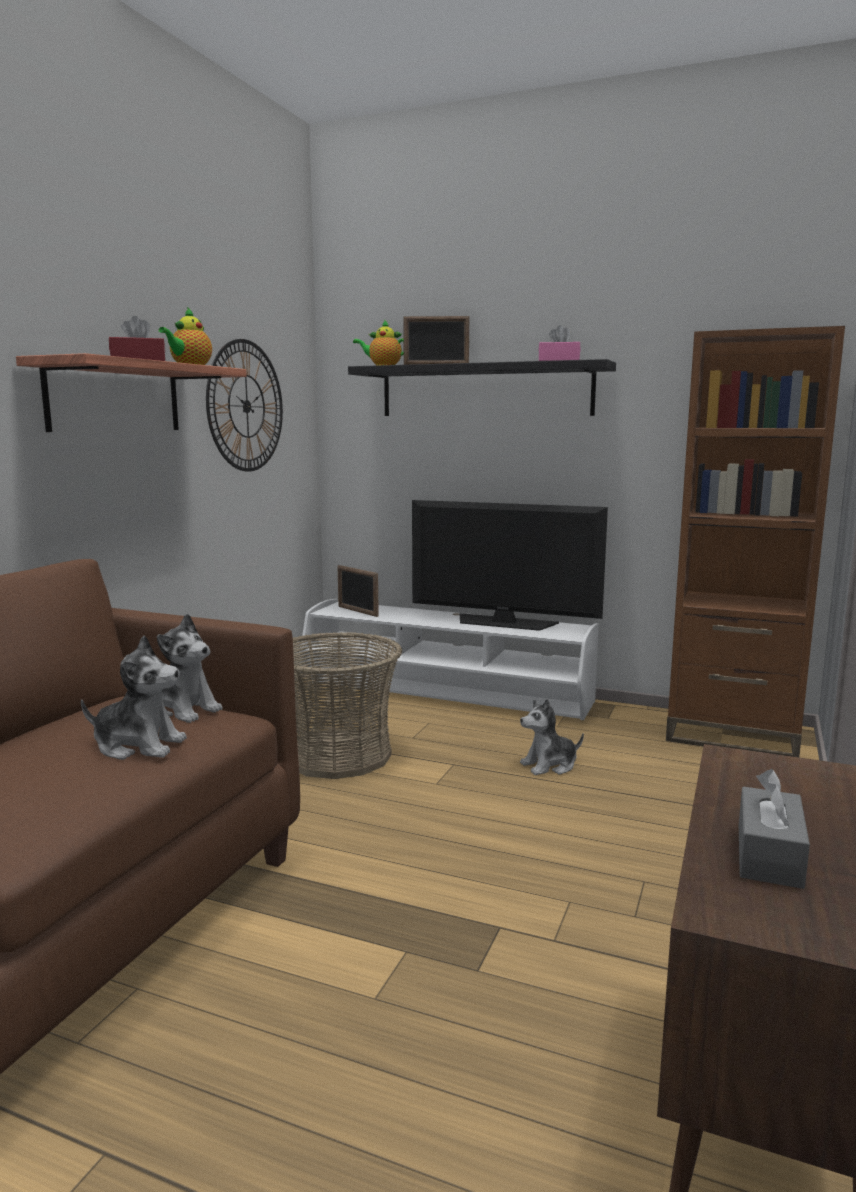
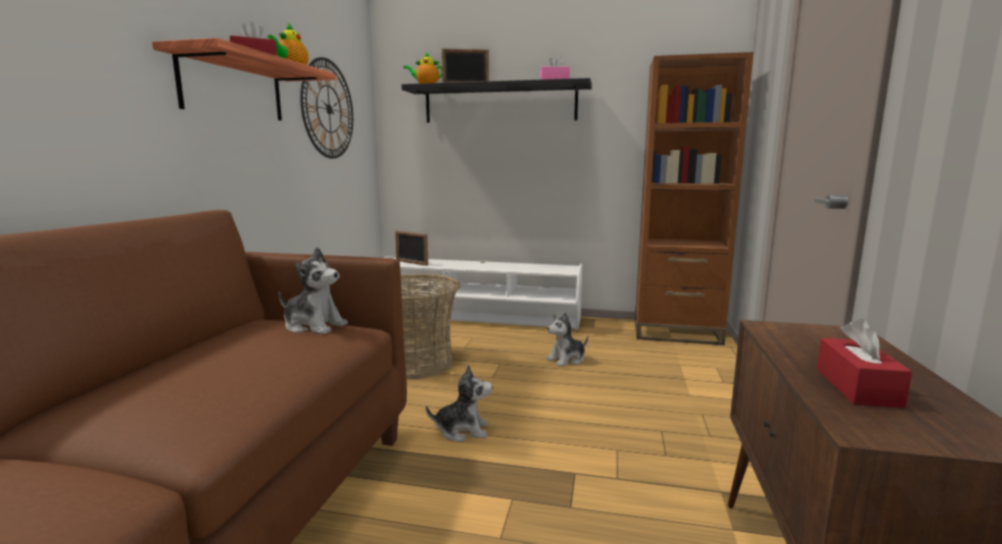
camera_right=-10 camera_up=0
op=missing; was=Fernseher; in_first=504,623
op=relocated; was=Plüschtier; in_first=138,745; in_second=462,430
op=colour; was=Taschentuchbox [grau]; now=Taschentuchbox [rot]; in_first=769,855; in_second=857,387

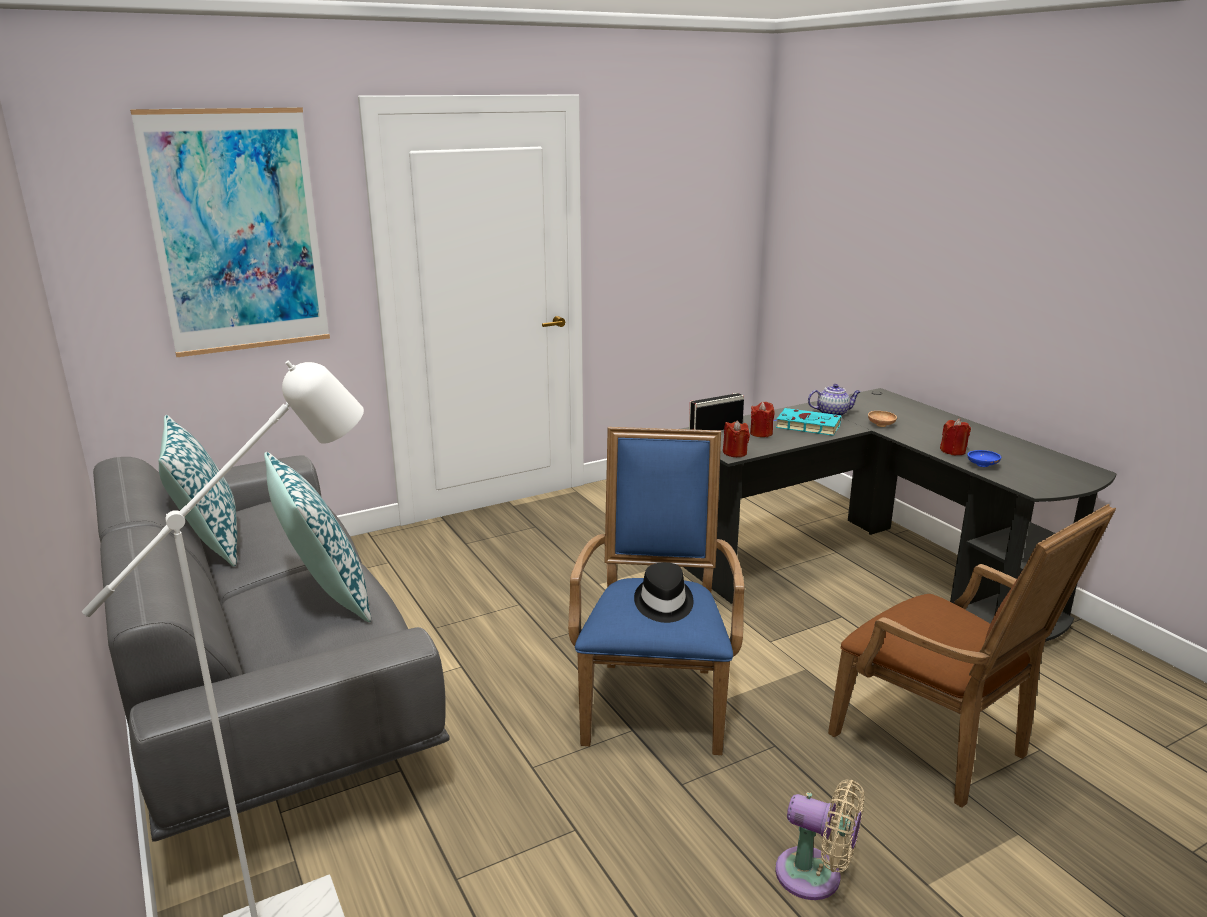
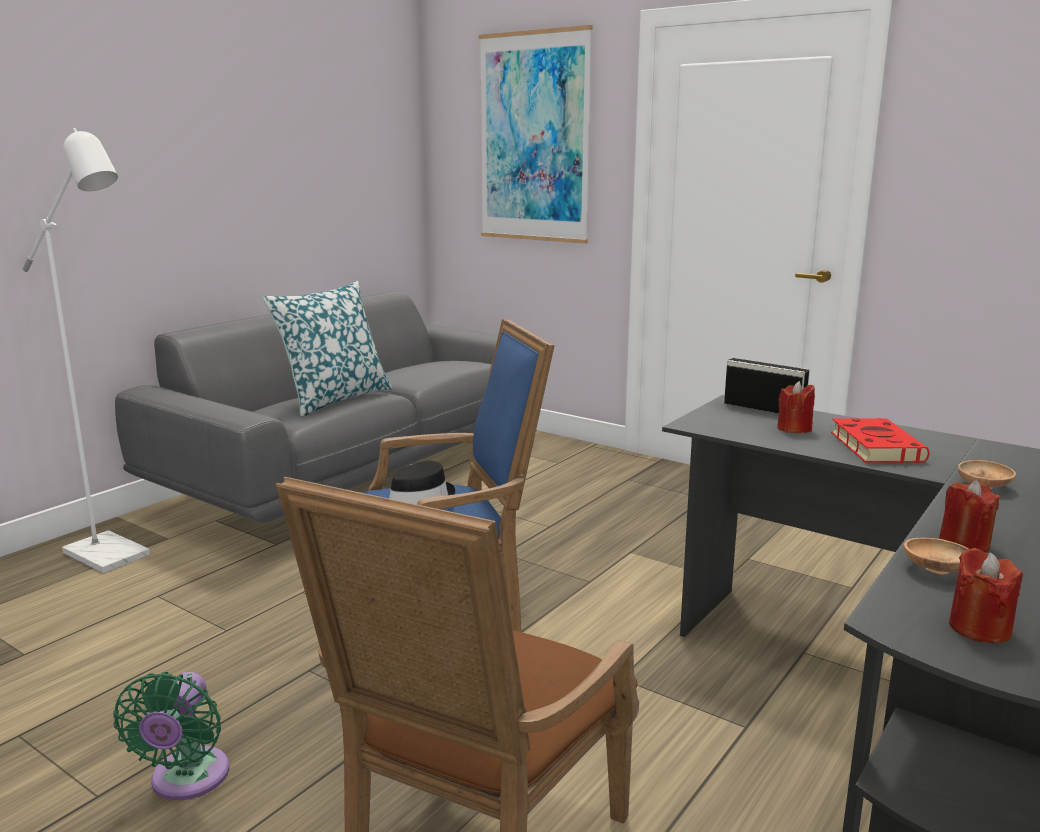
camera_right=65 camera_up=-5
op=missing; was=Kissen; in_first=209,542
op=missing; was=Teekanne; in_first=833,413
op=relocated; was=Kerze [rot]; in_first=735,453; in_second=979,628
op=colour; was=Buch [türkis]; now=Buch [rot]; in_first=806,426; in_second=874,446
op=colour; was=Ventilator [beige]; now=Ventilator [grün]; in_first=815,877; in_second=187,780
op=colour; was=Schüssel [blau]; now=Schüssel [braun]; in_first=982,465; in_second=935,570

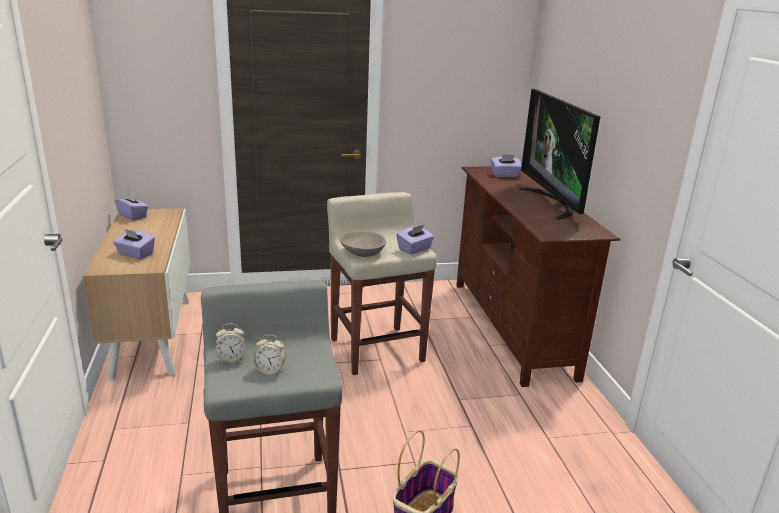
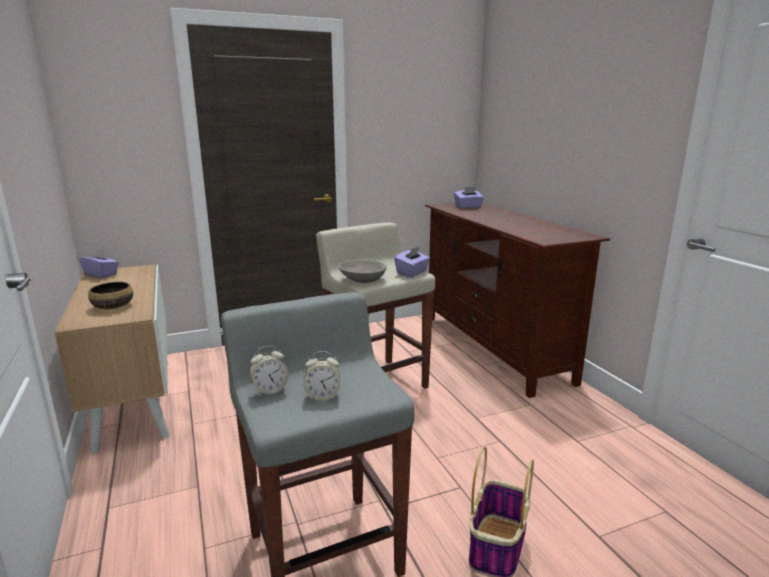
camera_right=-10 camera_up=-5
op=missing; was=Fernseher; in_first=552,203
op=exchanged; was=Taschentuchbox [lila]; now=Schüssel; in_first=135,254; in_second=113,306

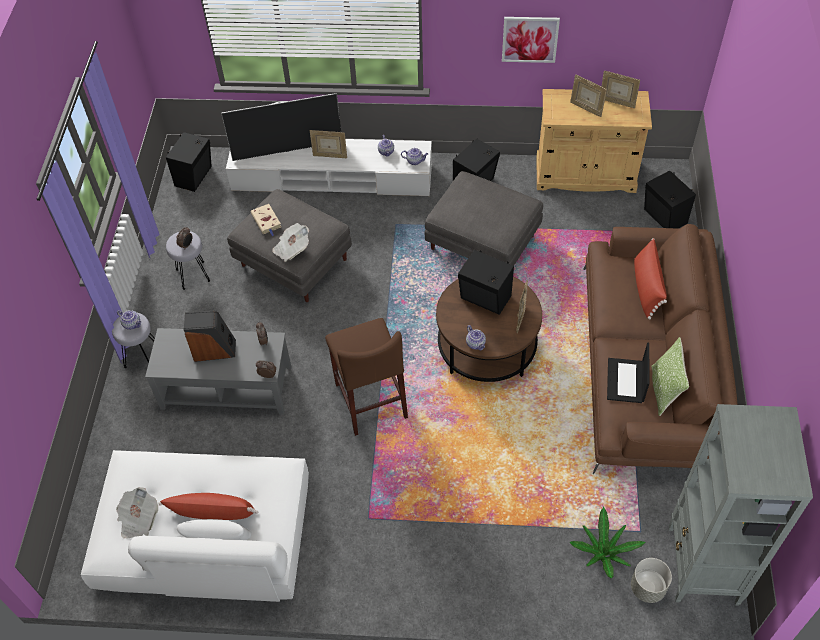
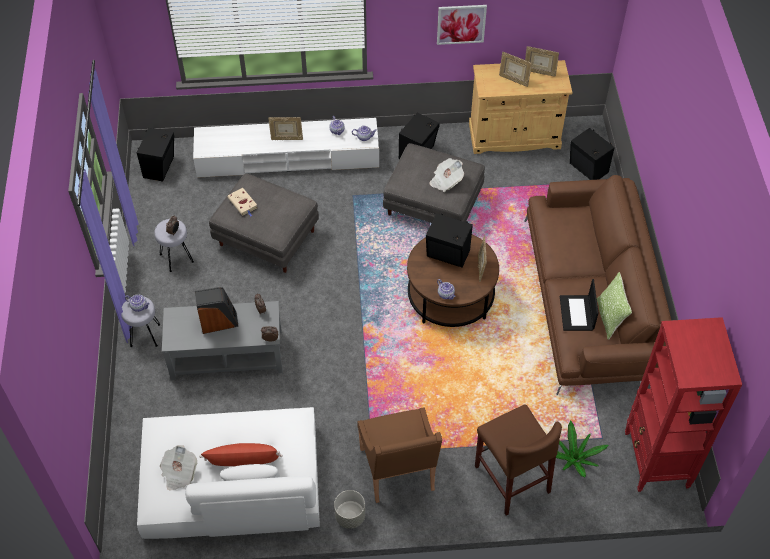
camera_right=-10 camera_up=0
op=missing; was=Fernseher; in_first=287,150
op=missing; was=Kissen [rot]; in_first=646,288
op=appeared; now=Sessel [braun]; in_second=398,471
op=relocated; was=Zeitung; in_first=292,249; in_second=446,181
op=relocated; was=Hocker [braun]; in_first=370,400; in_second=512,479
op=relocated; was=Pflanzkübel [grau]; in_first=647,588; in_second=350,516
op=colour; was=Bücherregal [grau]; now=Bücherregal [rot]; in_first=702,566; in_second=656,460

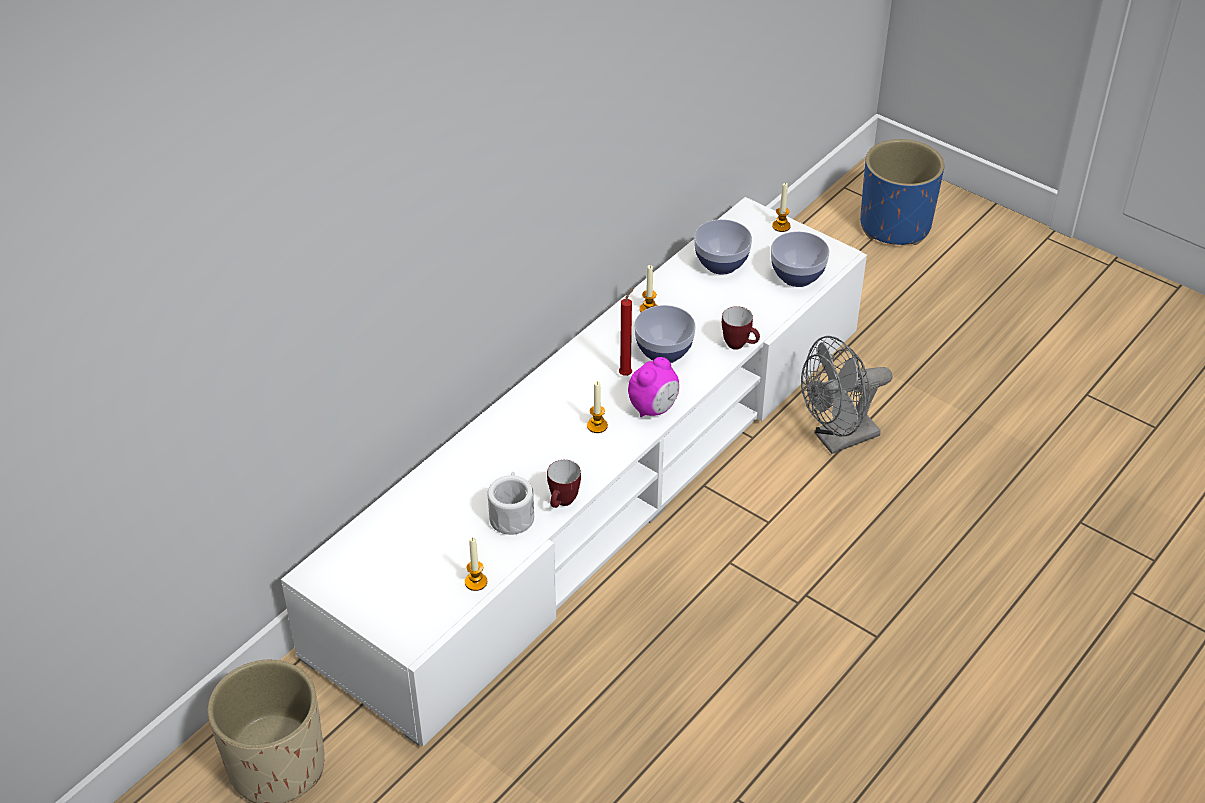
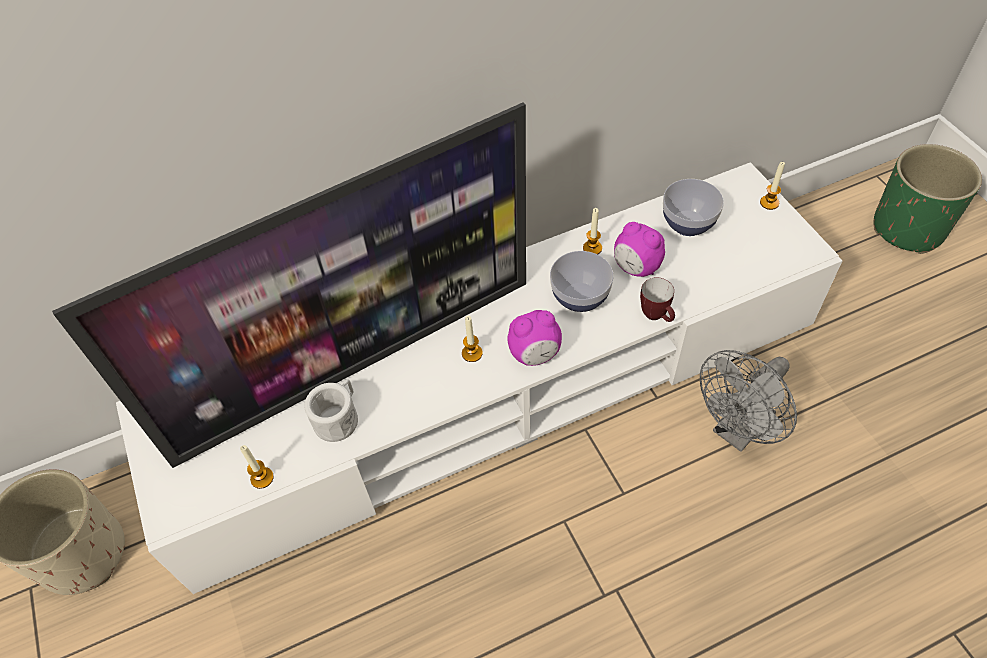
camera_right=30 camera_up=10
op=missing; was=Henkelbecher; in_first=563,503
op=missing; was=Kerze [rot]; in_first=627,374
op=missing; was=Schüssel; in_first=797,276
op=appeared; now=Fernseher; in_second=359,364
op=appeared; now=Wecker; in_second=636,268
op=colour; was=Pflanzkübel [blau]; now=Pflanzkübel [grün]; in_first=895,226; in_second=908,228
op=spun; was=Ventilator [grau]; in_first=838,439; in_second=738,431; clockwise=-45

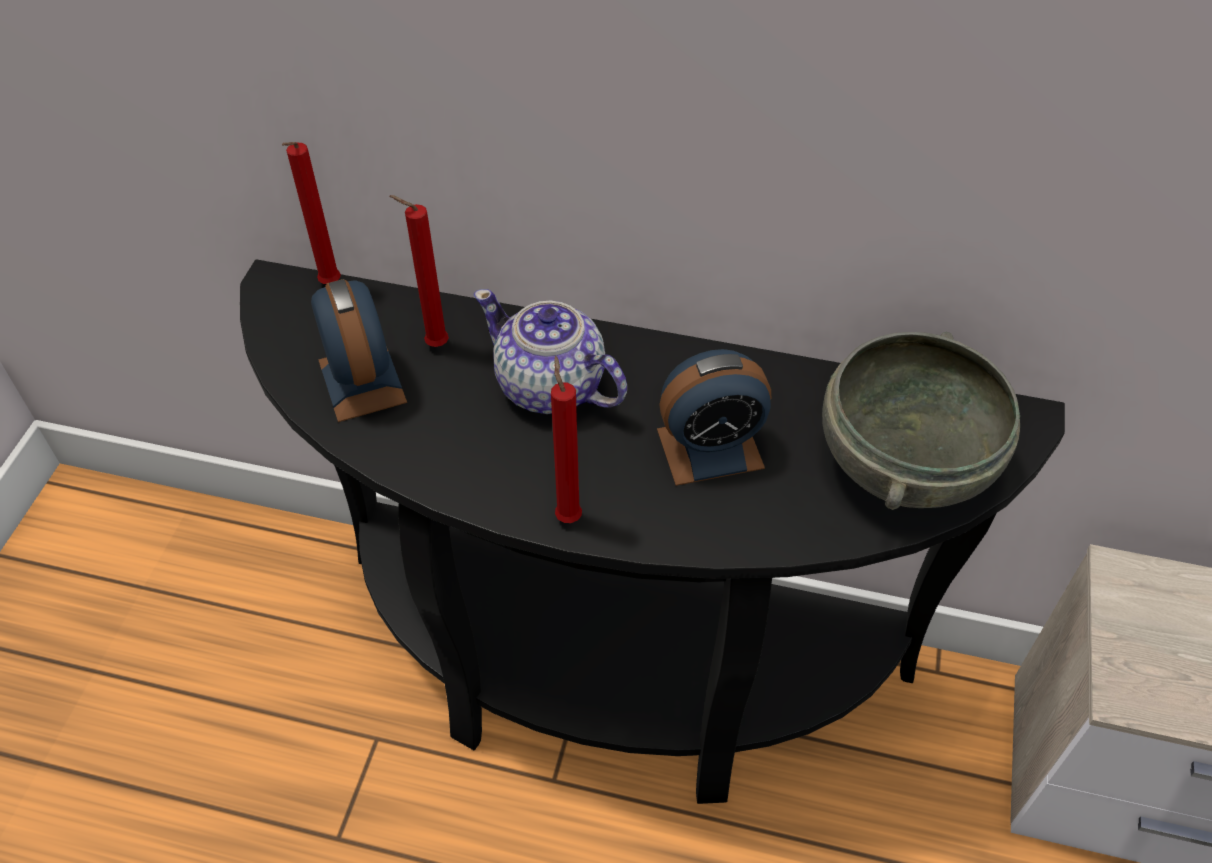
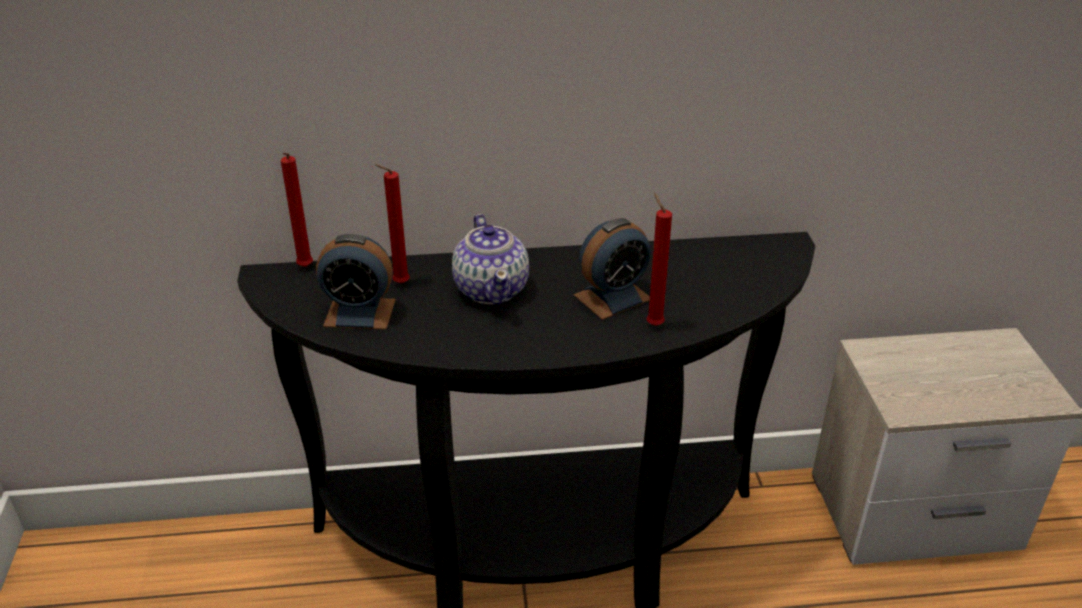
camera_right=-20 camera_up=-15
op=missing; was=Schüssel [grau]; in_first=901,463
op=relocated; was=Kerze [rot]; in_first=568,515; in_second=653,324
op=spun; was=Wecker; in_first=362,381; in_second=360,313; clockwise=135
op=spun; was=Teekanne; in_first=551,387; in_second=492,289; clockwise=-120

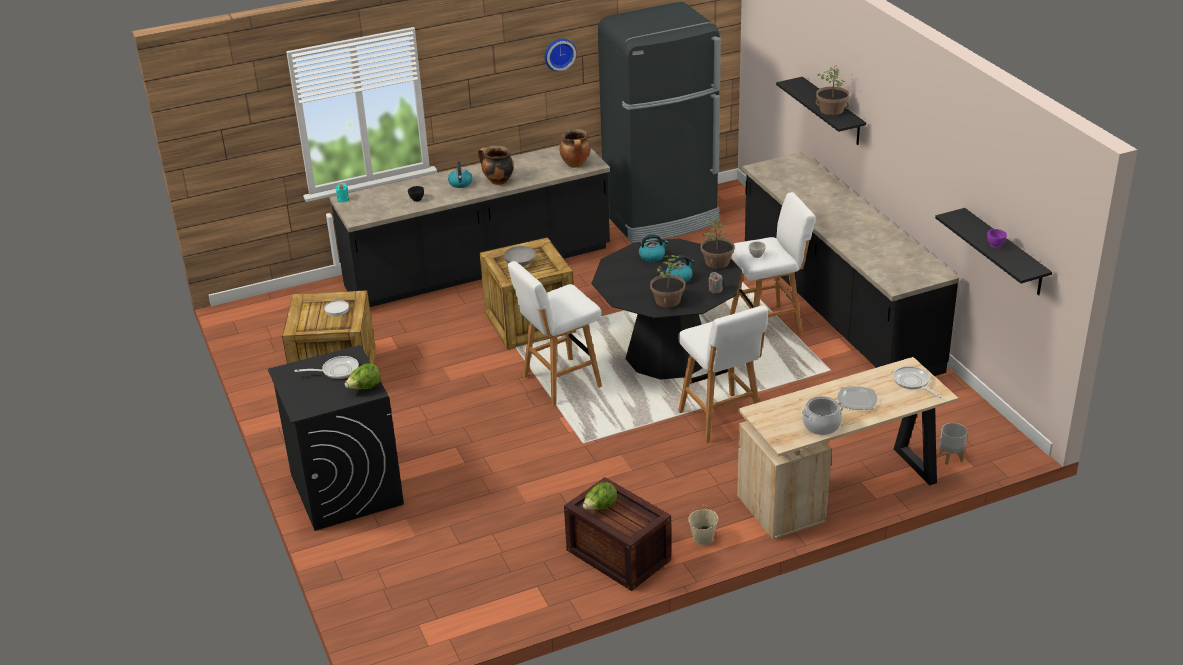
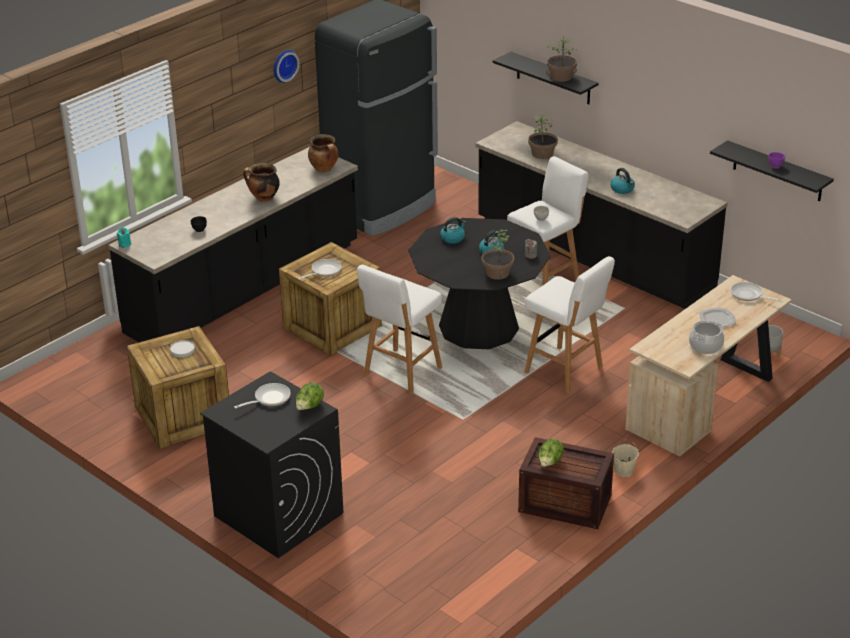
camera_right=-25 camera_up=0
op=relocated; was=Wasserkessel; in_first=460,183; in_second=622,189
op=relocated; was=Topfpflanze; in_first=717,262; in_second=542,154
op=exchanged; was=Schüssel [grau]; now=Pfanne; in_first=520,264; in_second=324,271

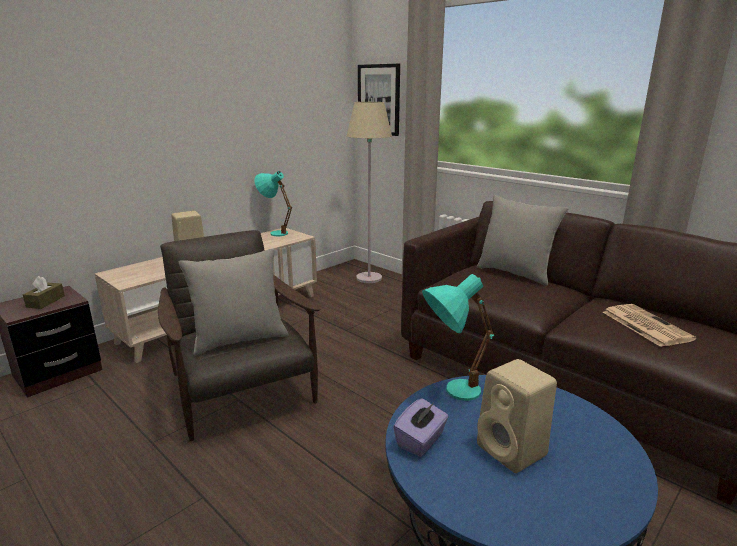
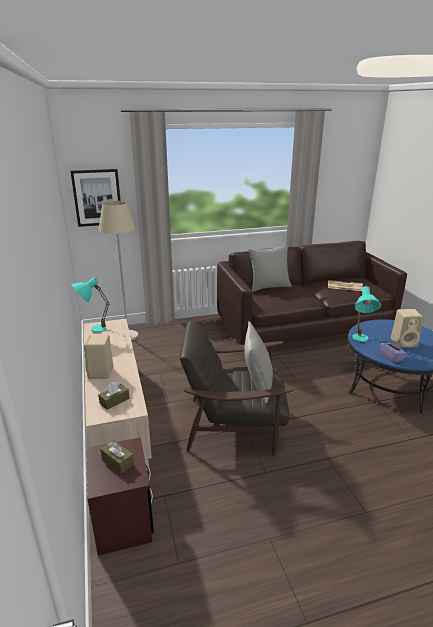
camera_right=-60 camera_up=5
op=appeared; now=Taschentuchbox [braun]; in_second=114,401

